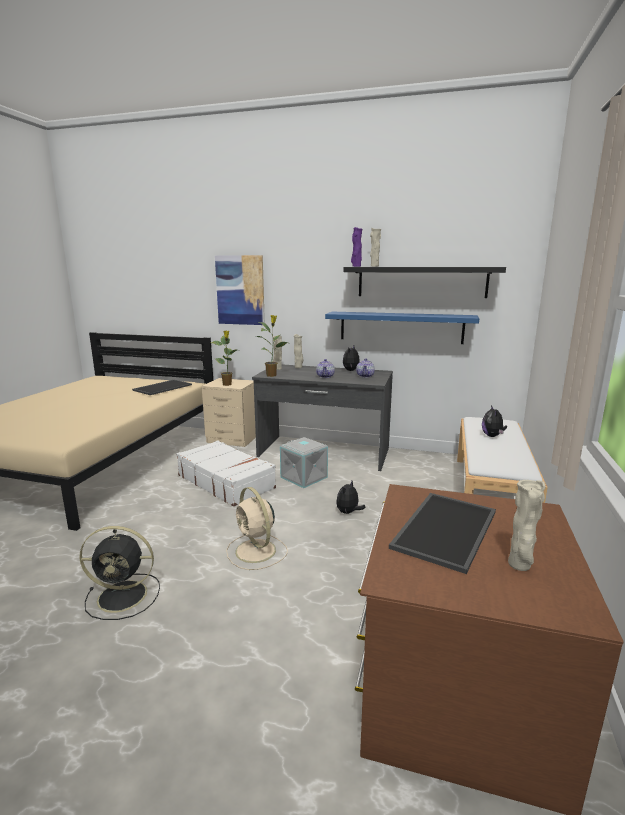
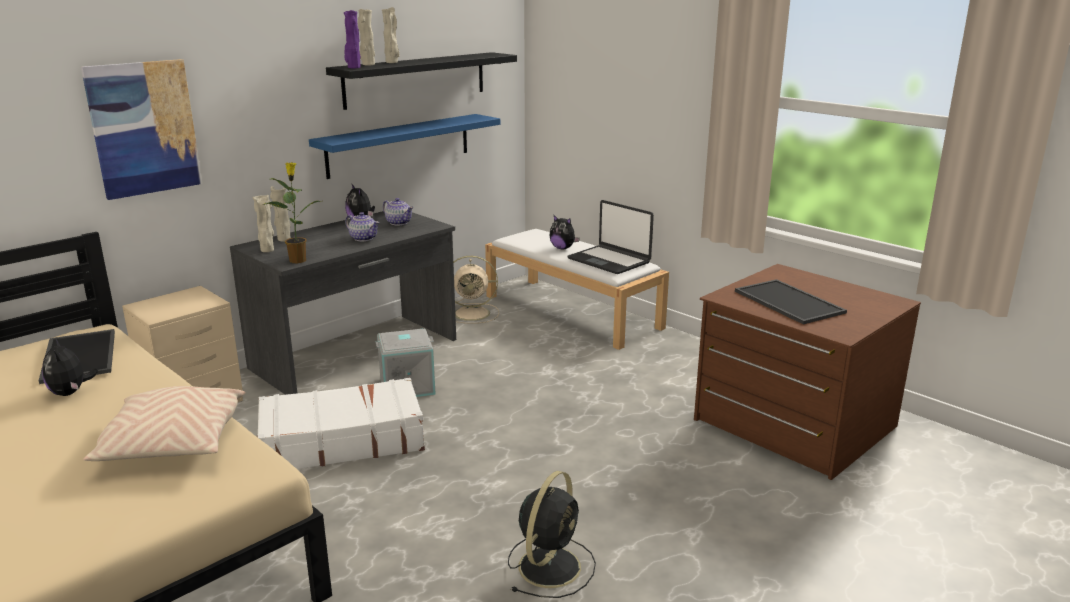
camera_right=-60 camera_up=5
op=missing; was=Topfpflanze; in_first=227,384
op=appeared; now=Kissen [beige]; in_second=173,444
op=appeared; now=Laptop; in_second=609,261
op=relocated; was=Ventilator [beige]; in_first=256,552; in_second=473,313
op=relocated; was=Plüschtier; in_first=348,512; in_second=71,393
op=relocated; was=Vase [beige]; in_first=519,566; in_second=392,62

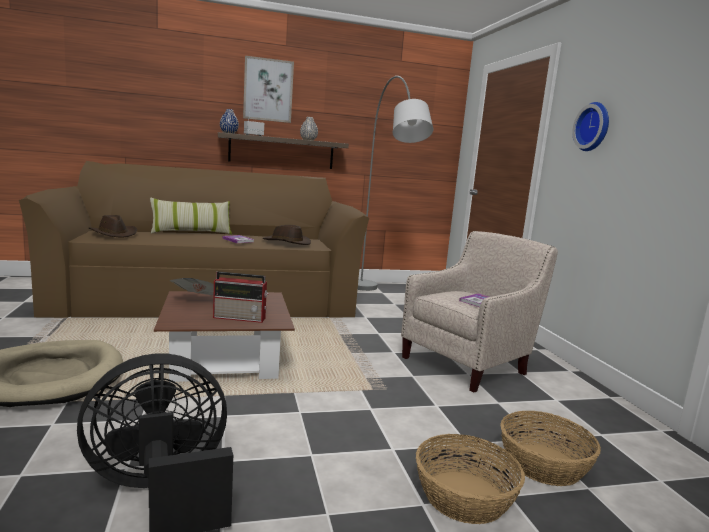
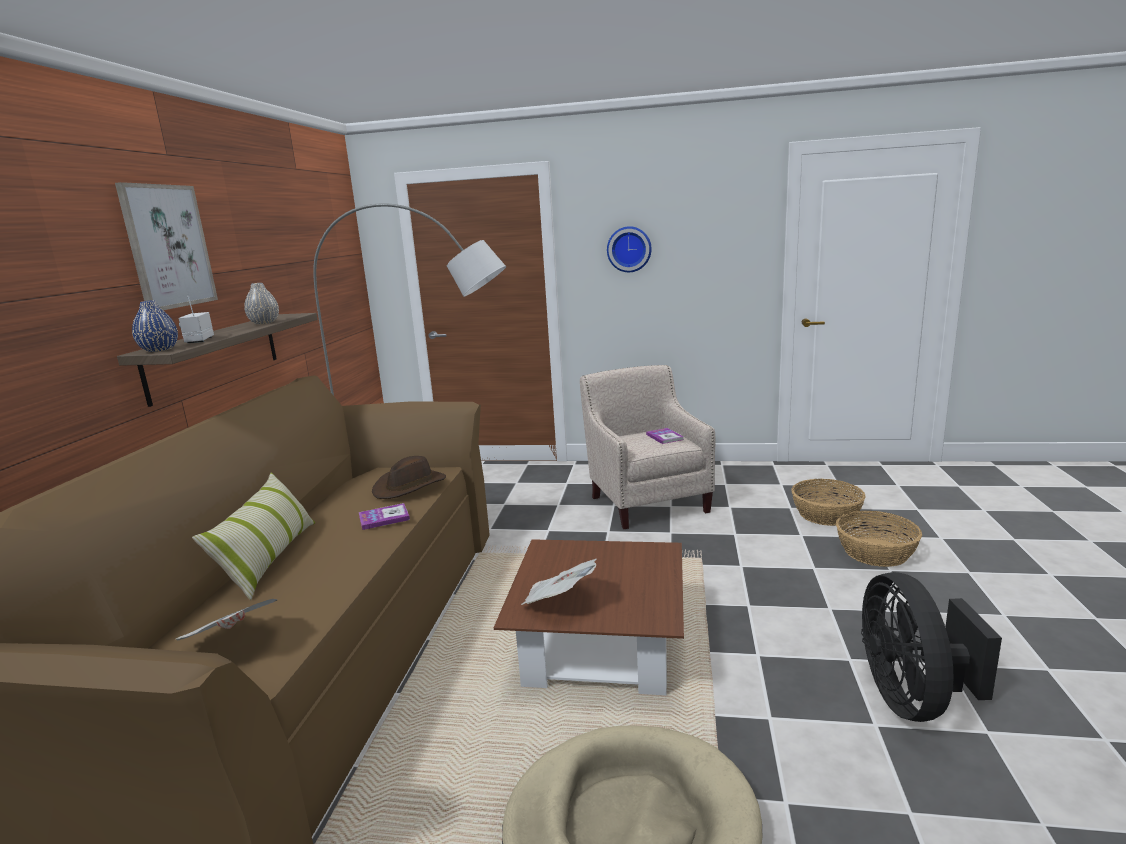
camera_right=-65 camera_up=5
op=missing; was=Radio; in_first=241,318
op=exchanged; was=Hut [braun]; now=Zeitung; in_first=114,234; in_second=233,642

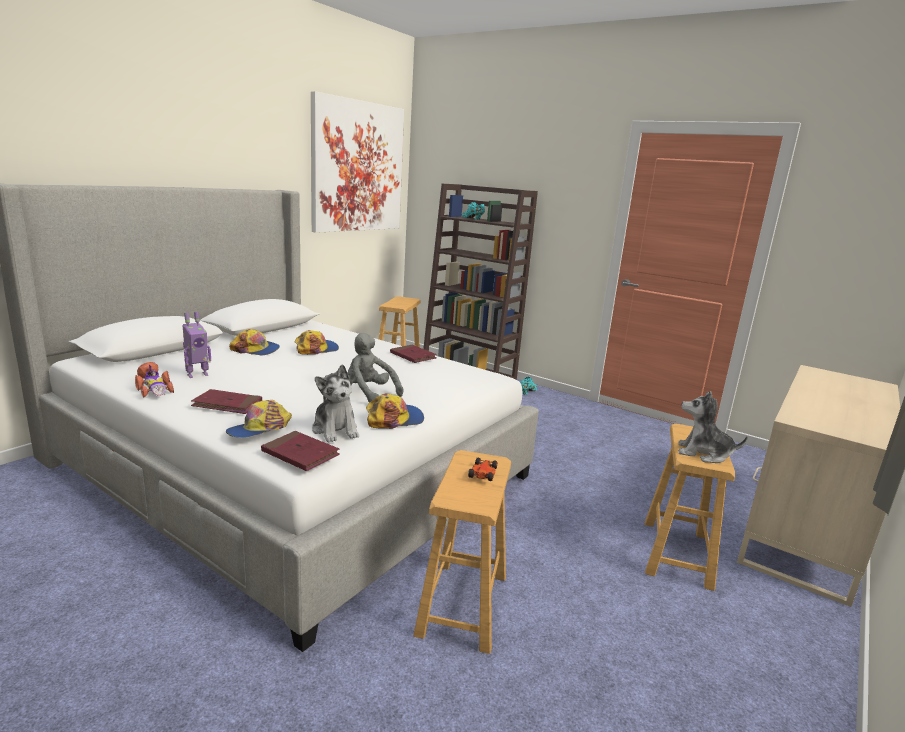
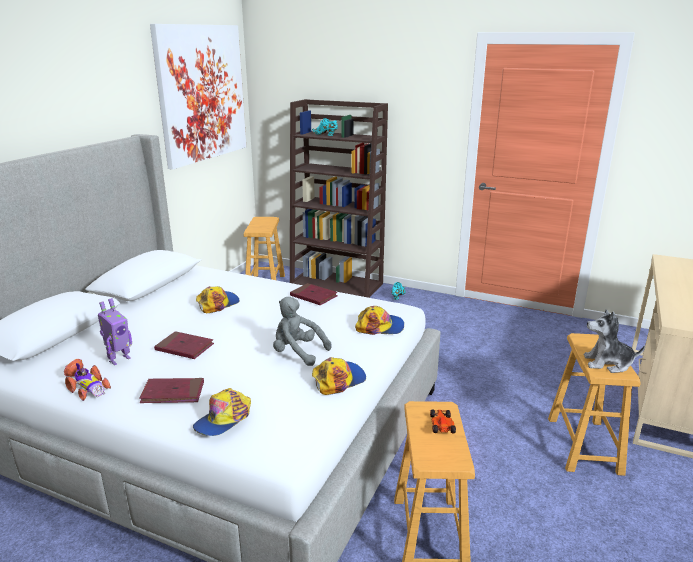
camera_right=-10 camera_up=5
op=missing; was=Plüschtier; in_first=335,430
op=relocated; was=Kappe; in_first=255,350; in_second=380,327
op=relocated; was=Buch [rot]; in_first=300,454; in_second=184,348

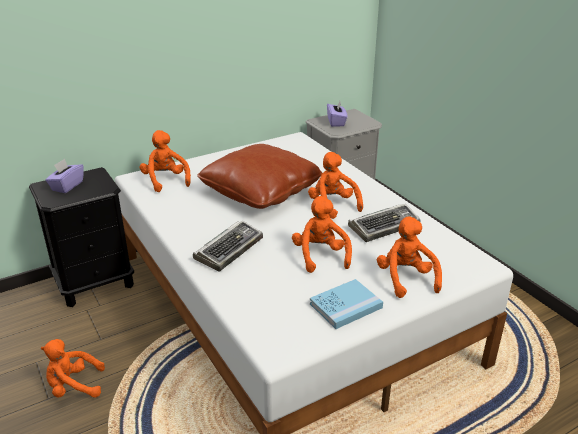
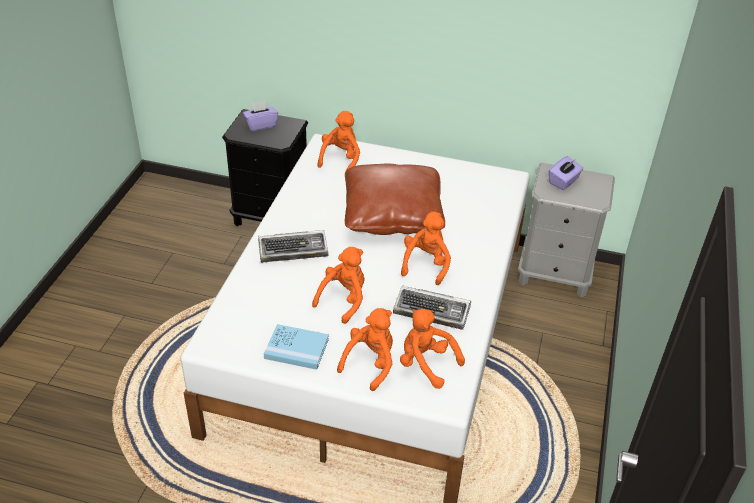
camera_right=45 camera_up=10
op=relocated; was=Plüschtier [orange]; in_first=74,386; in_second=426,363

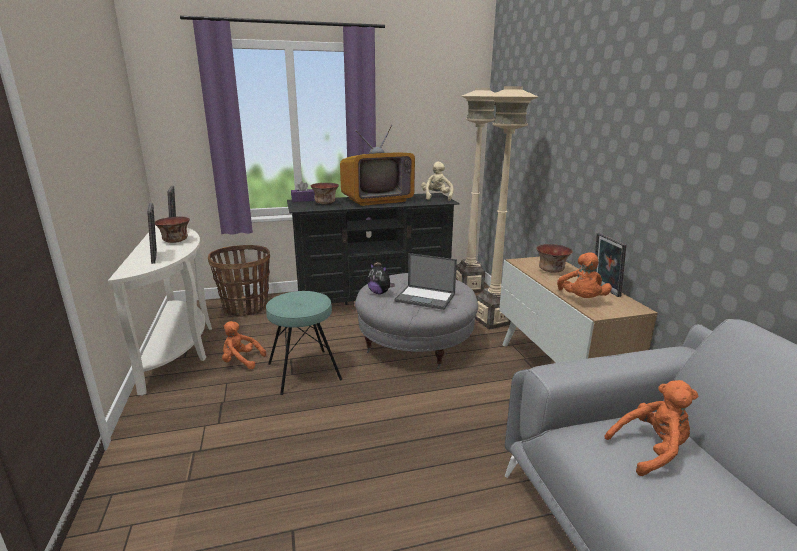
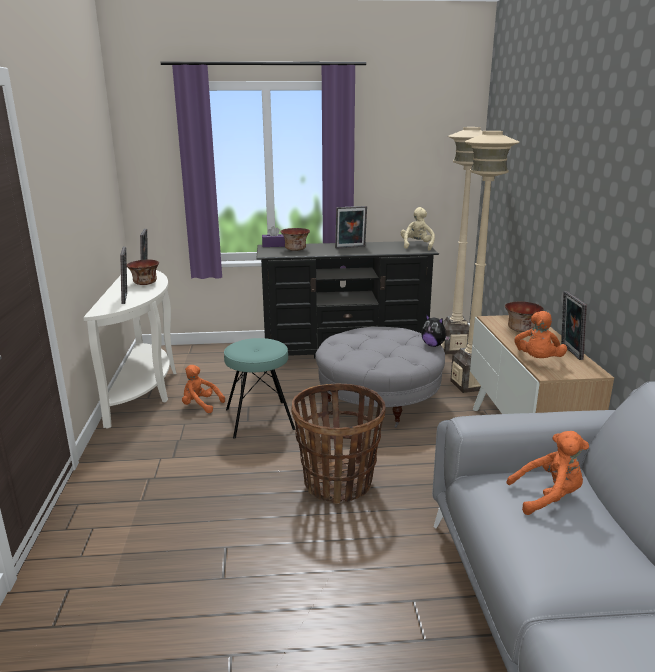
camera_right=10 camera_up=0
op=missing; was=Laptop; in_first=426,297
op=relocated; was=Korb; in_first=246,307; in_second=338,483
op=relocated; was=Plüschtier; in_first=379,292; in_second=433,345
op=exchanged; was=Fernseher; now=Bilderrahmen; in_first=377,200; in_second=350,247

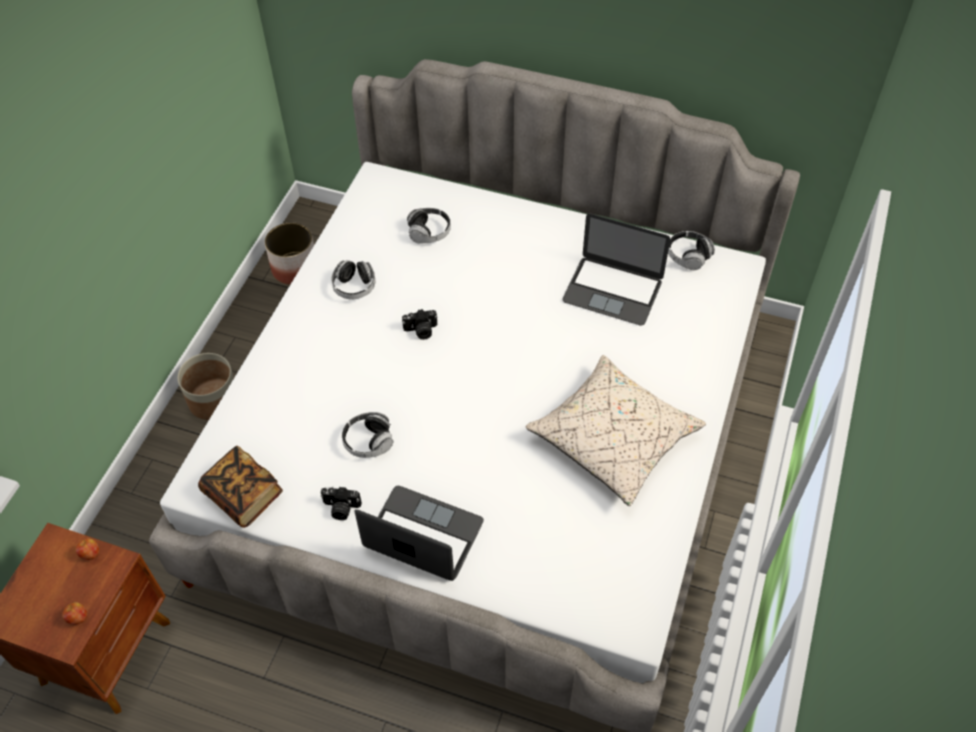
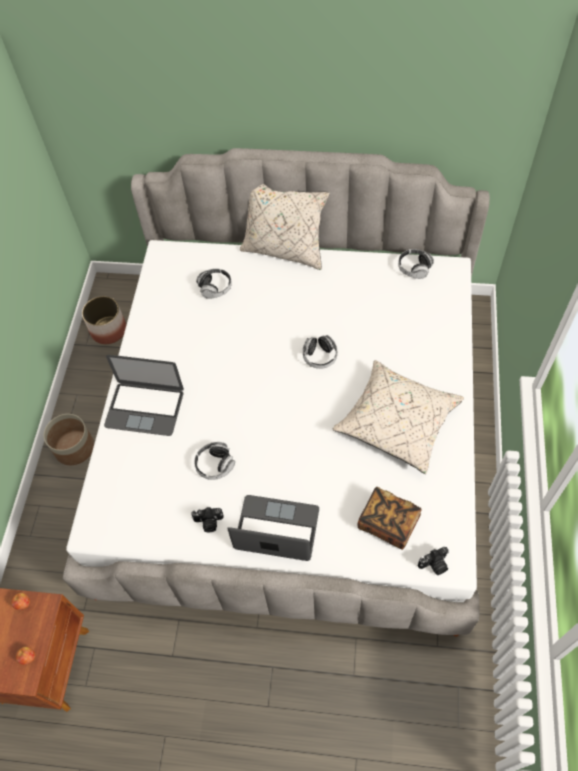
camera_right=-10 camera_up=5
op=appeared; now=Kissen [beige]; in_second=284,250
op=relocated; was=Buch; in_first=244,495; in_second=388,523
op=relocated; was=Kopfhörer; in_first=354,287; in_second=320,357
op=relocated; was=Kamera; in_first=421,331; in_second=434,565
op=relocated; was=Laptop; in_first=612,290; in_second=145,408

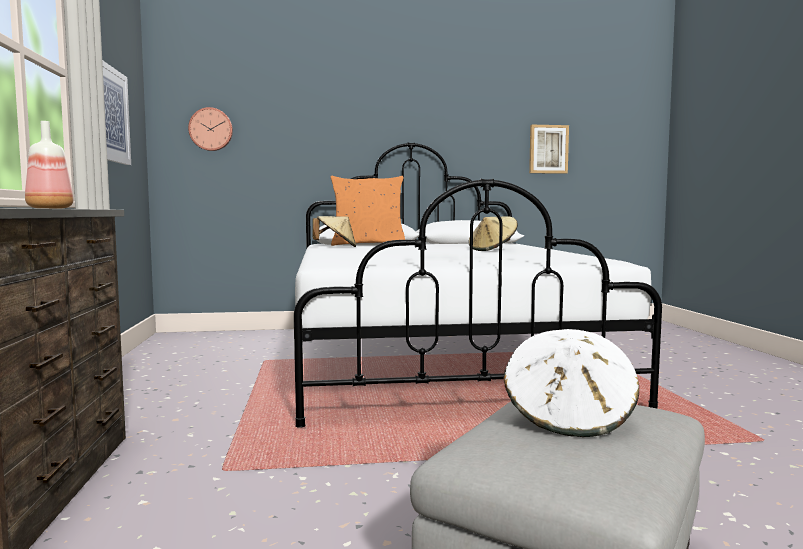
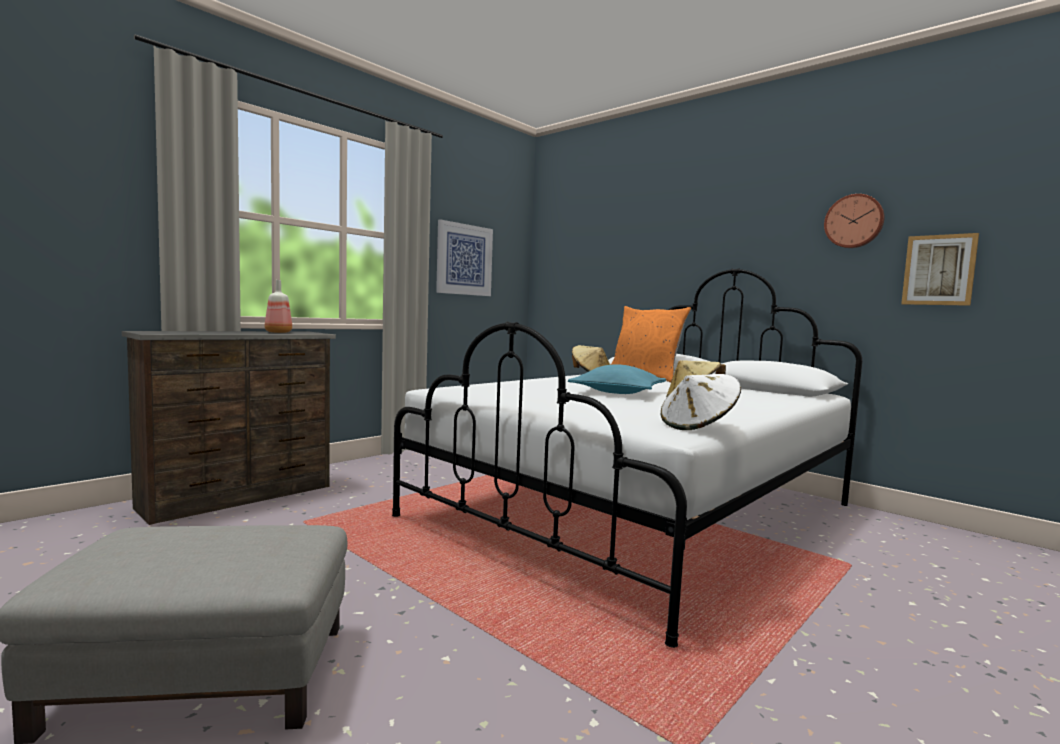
camera_right=50 camera_up=0
op=appeared; now=Kissen [türkis]; in_second=618,392
op=relocated; was=Wanduhr; in_first=211,129; in_second=854,221
op=relocated; was=Hut [weiß]; in_first=569,418; in_second=698,426

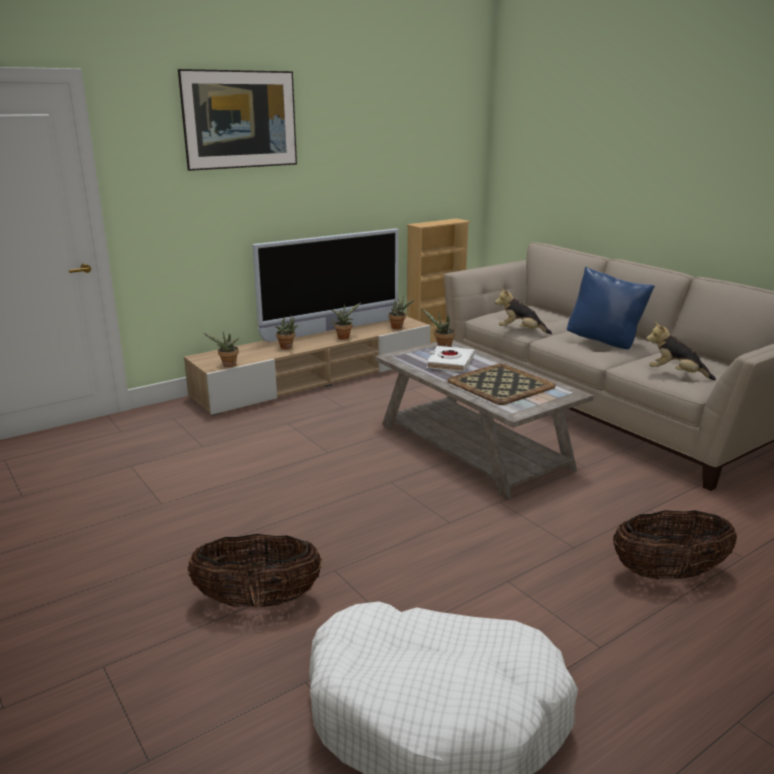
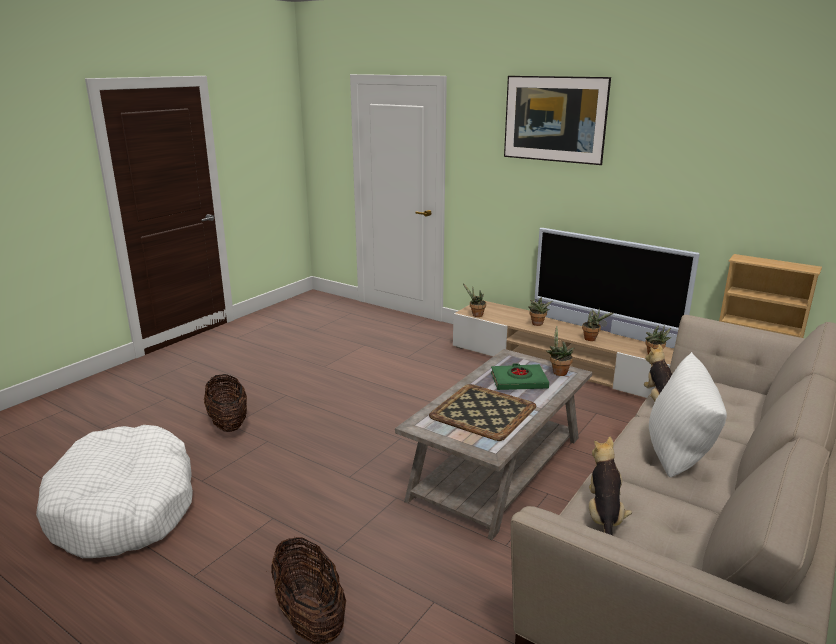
camera_right=70 camera_up=0
op=colour; was=Buch [weiß]; now=Buch [grün]; in_first=450,363; in_second=518,381
op=colour; was=Kissen [blau]; now=Kissen [weiß]; in_first=604,342; in_second=679,459

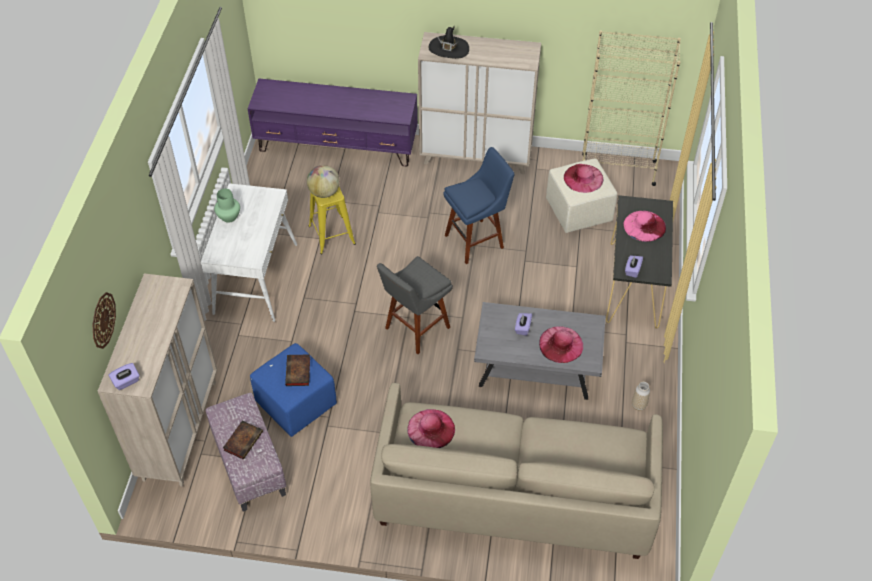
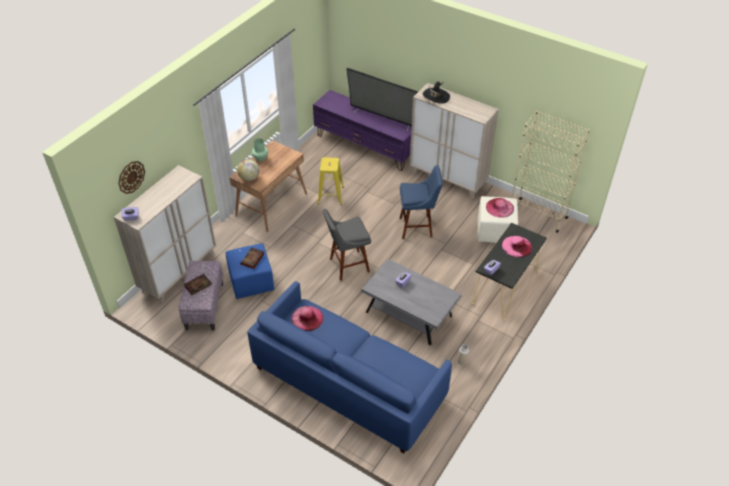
camera_right=25 camera_up=-5
op=missing; was=Hut [rosa]; in_first=561,344
op=appeared; now=Fernseher; in_second=383,118
op=relocated; was=Globus; in_first=324,192; in_second=249,178
op=colour; was=Schreibtisch [weiß]; now=Schreibtisch [braun]; in_first=255,278; in_second=271,205
op=colour; was=Sofa [beige]; now=Sofa [blau]; in_first=513,494; in_second=348,383

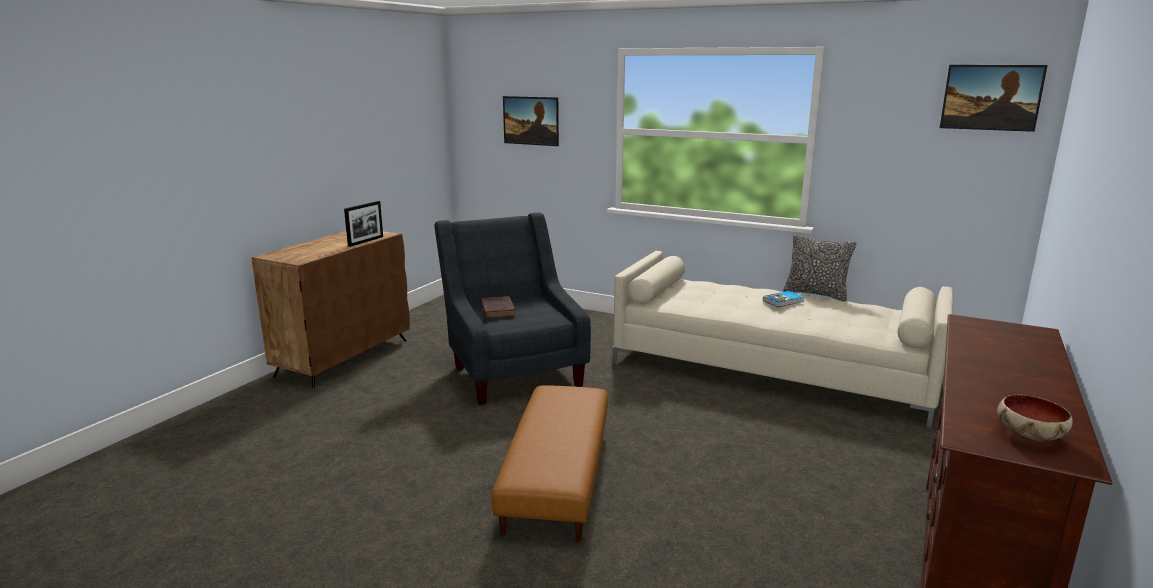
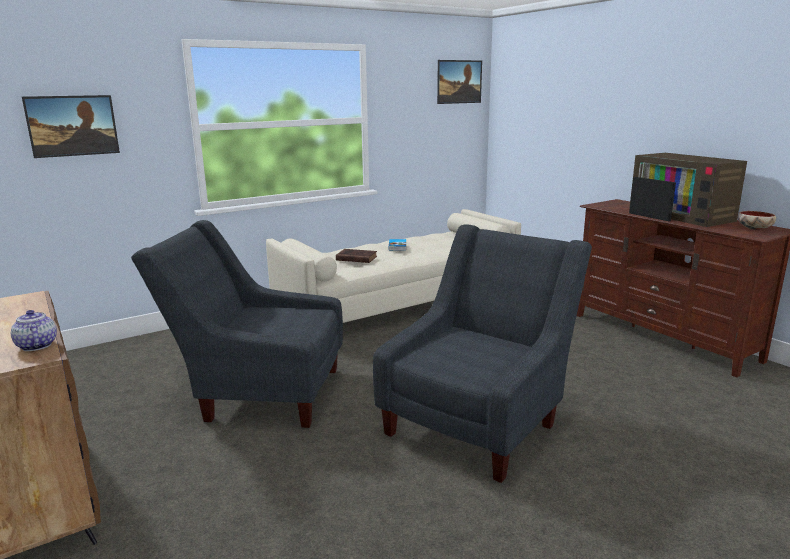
camera_right=-60 camera_up=0
op=missing; was=Kissen; in_first=816,294
op=appeared; now=Teekanne; in_second=36,345
op=appeared; now=Fernseher; in_second=683,215
op=relocated; was=Bilderrahmen; in_first=366,241; in_second=649,217
op=relocated; was=Buch [braun]; in_first=497,310; in_second=355,258
op=exchanged; was=Polsterhocker [braun]; now=Sessel [grau]; in_first=558,476; in_second=479,421

